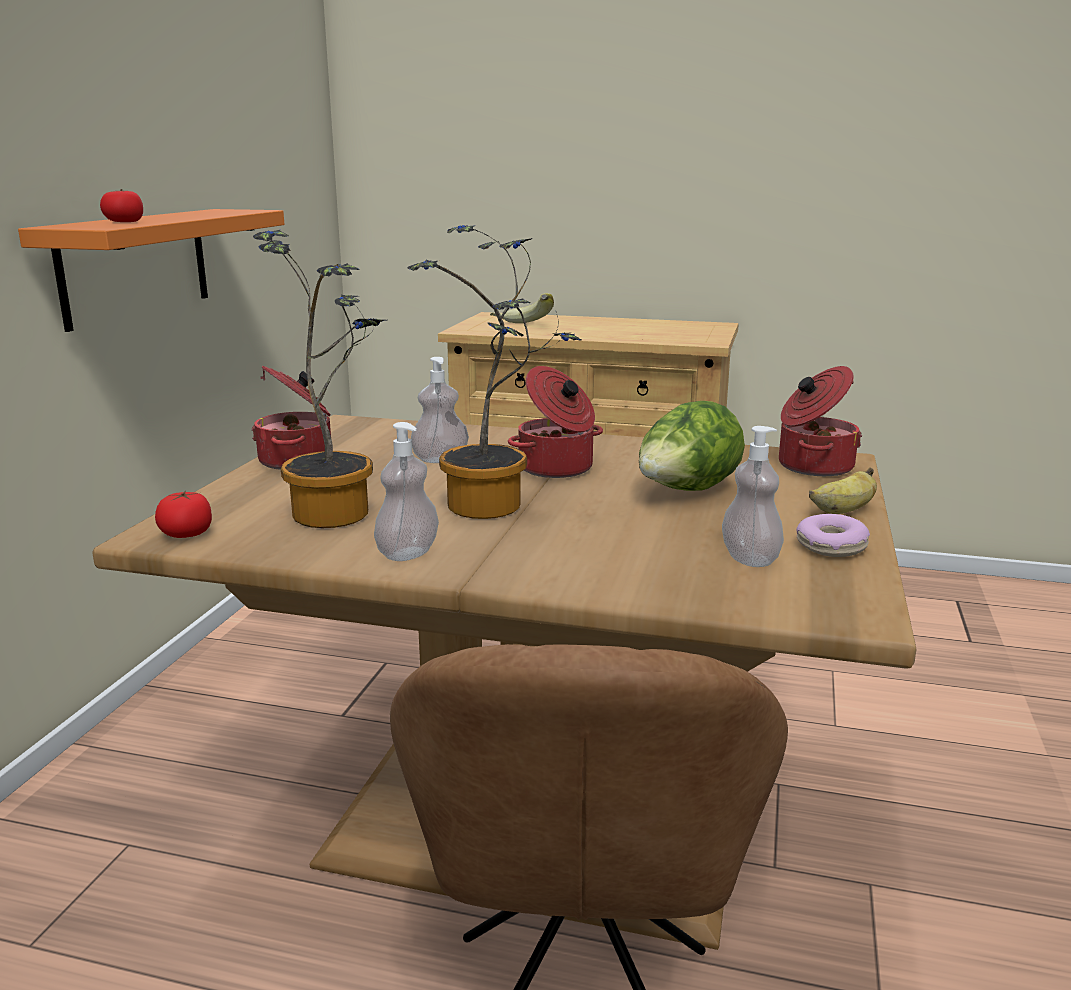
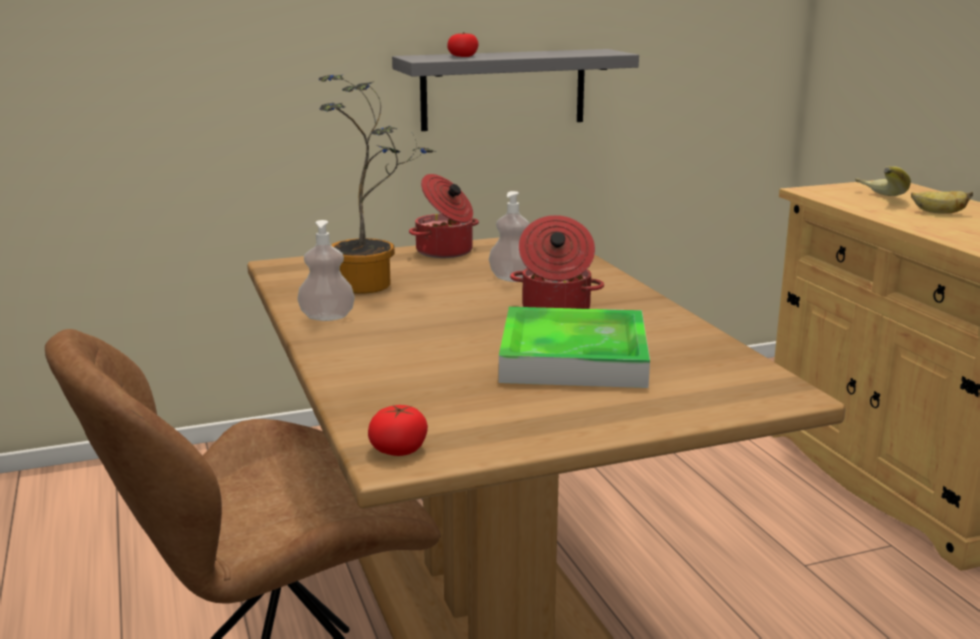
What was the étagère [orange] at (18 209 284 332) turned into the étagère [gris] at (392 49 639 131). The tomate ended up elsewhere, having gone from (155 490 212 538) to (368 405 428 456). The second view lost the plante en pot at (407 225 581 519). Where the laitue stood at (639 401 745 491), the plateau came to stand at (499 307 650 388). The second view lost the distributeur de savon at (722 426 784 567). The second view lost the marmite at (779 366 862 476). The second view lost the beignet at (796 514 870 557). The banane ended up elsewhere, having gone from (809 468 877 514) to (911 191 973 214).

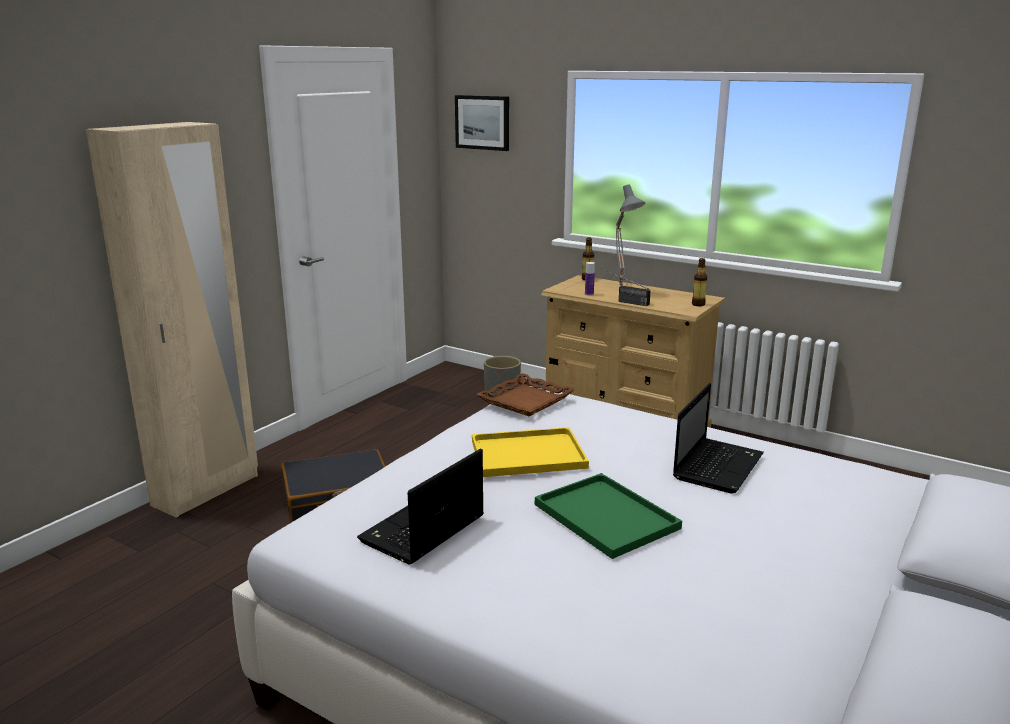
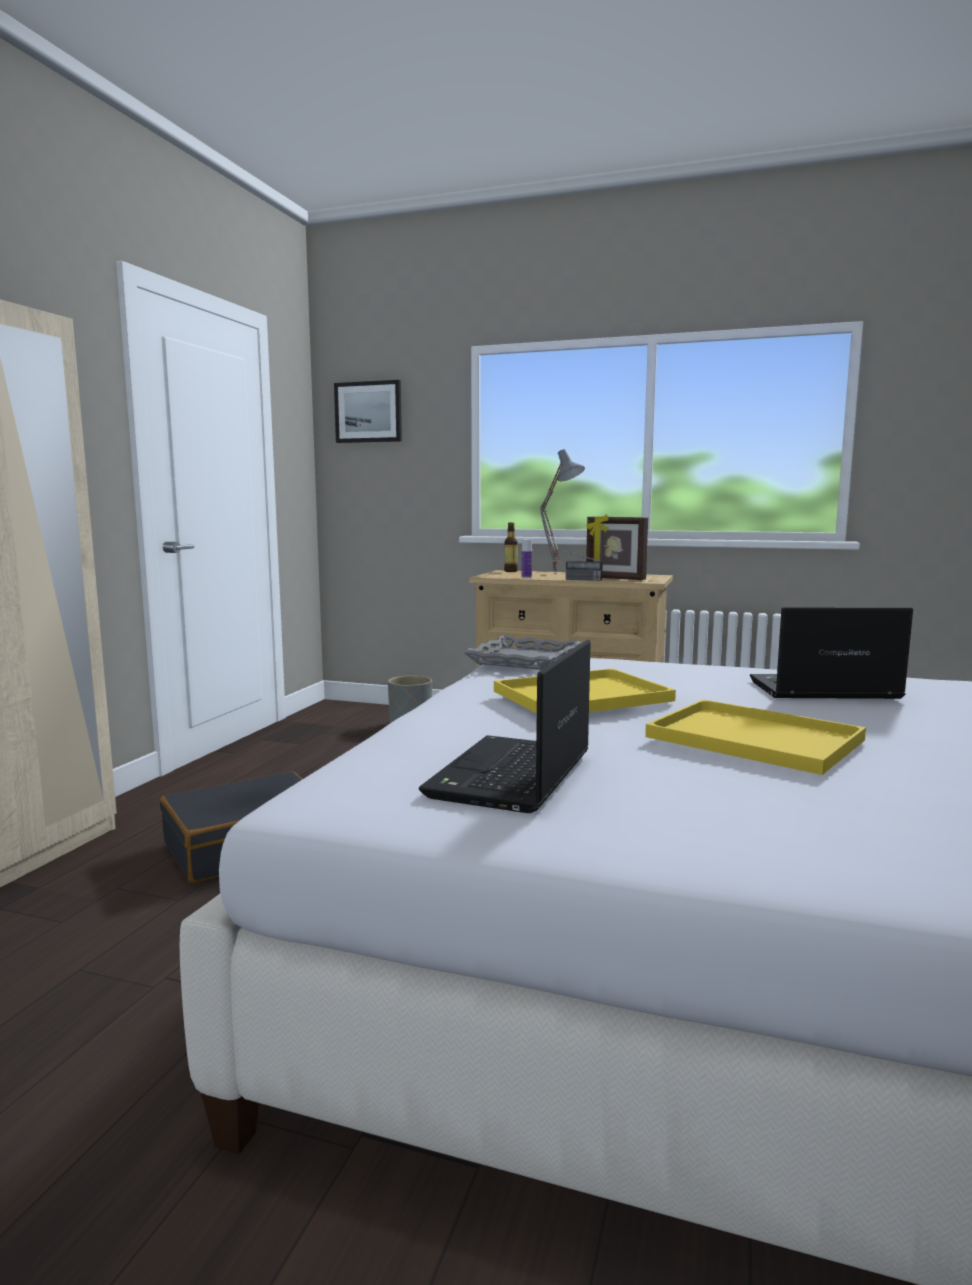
What was the plateau [marron] at (476 373 575 417) turned into the plateau [gris] at (463 635 582 670). What was the plateau [vert] at (535 473 682 559) turned into the plateau [jaune] at (645 699 866 775). The ordinateur portable at (673 383 764 494) ended up facing another way, 105 degrees counterclockwise from before. The second view lost the bouteille at (692 258 707 306). The second view gained the cadre photo at (586 514 648 580).

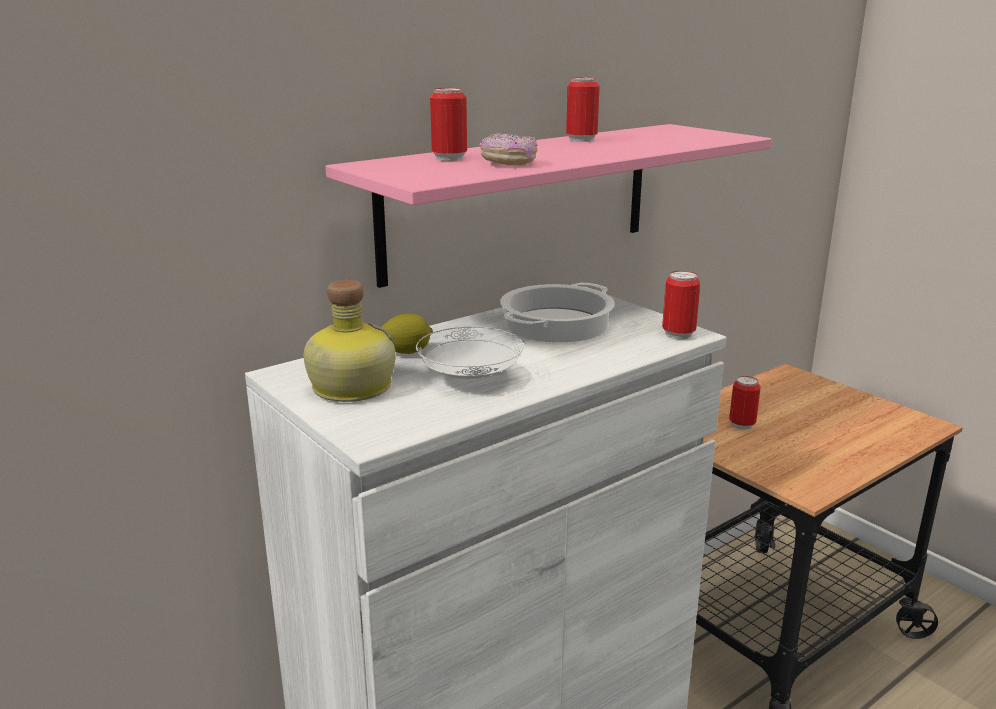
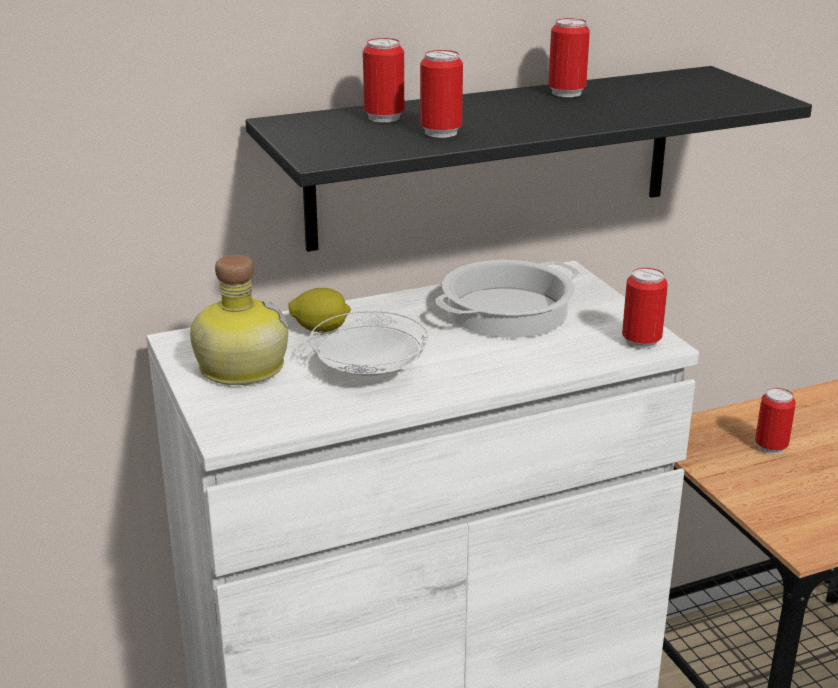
What was the étagère [rose] at (325 124 772 288) turned into the étagère [noir] at (246 66 812 252). Where the beignet stood at (480 133 538 165), the boîte métallique came to stand at (420 50 463 138).

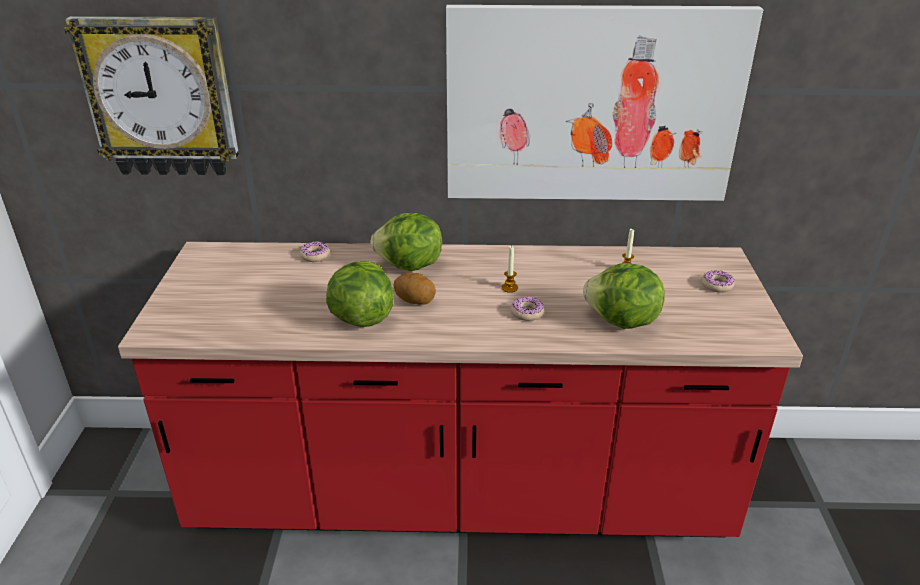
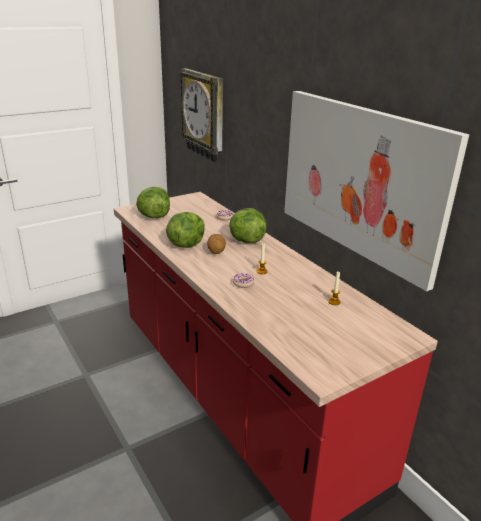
The laitue ended up elsewhere, having gone from (583 263 665 329) to (136 187 170 218). The second view lost the beignet at (701 270 734 293).

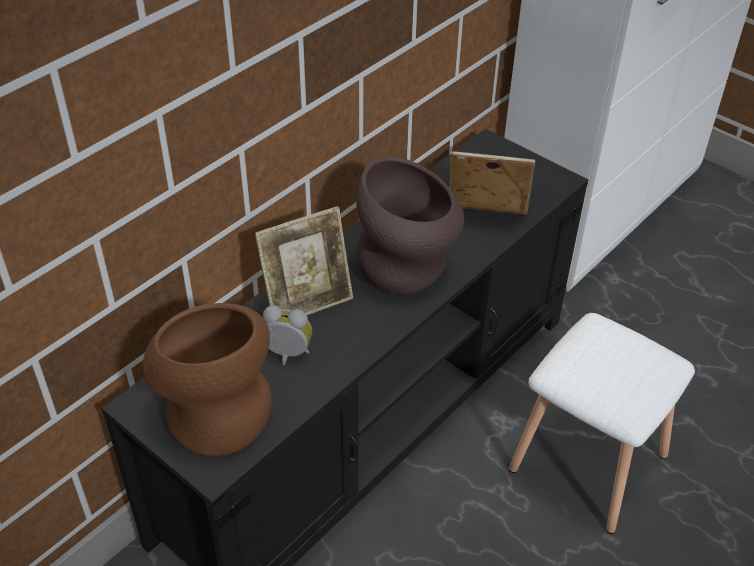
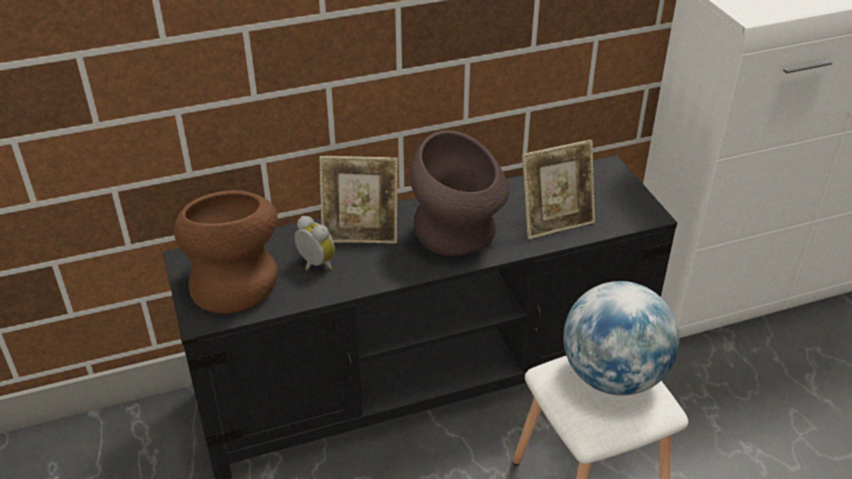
The cadre photo at (450 151 535 215) ended up facing another way, 120 degrees clockwise from before. The second view gained the globe at (563 281 679 395).

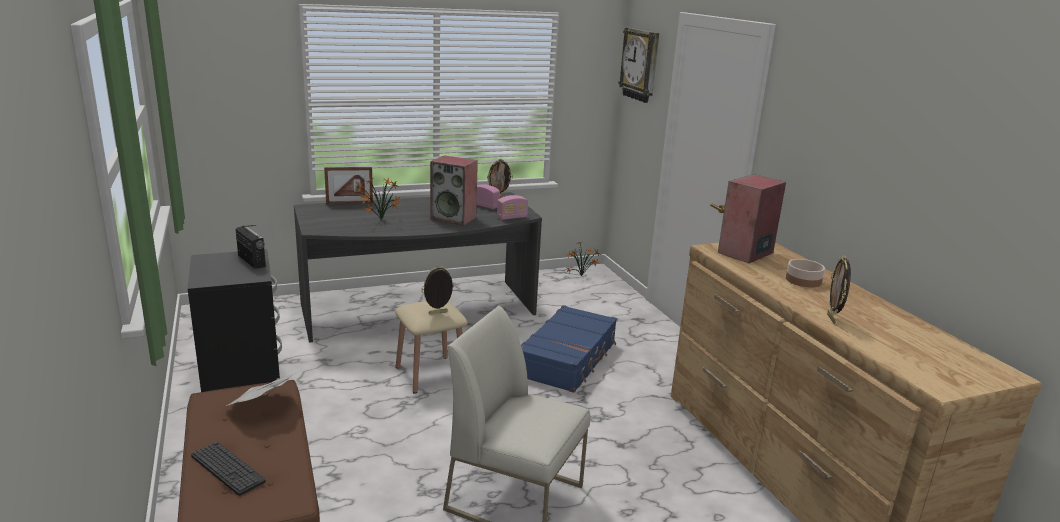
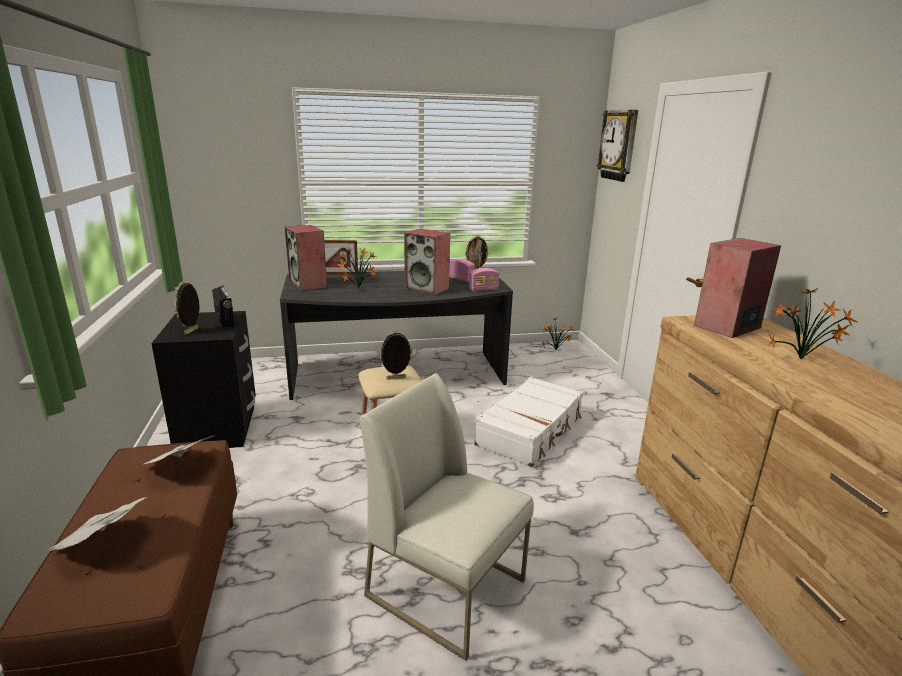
Where the clavier stood at (191 442 266 496), the journal came to stand at (49 497 147 551). What was the valise [bleu] at (521 305 617 393) turned into the valise [blanc] at (474 376 583 467). Where the bol stood at (786 259 825 288), the plante en pot came to stand at (769 288 858 359). The cadre photo ended up elsewhere, having gone from (827 255 851 324) to (174 281 200 335). The second view gained the enceinte at (285 225 327 291).

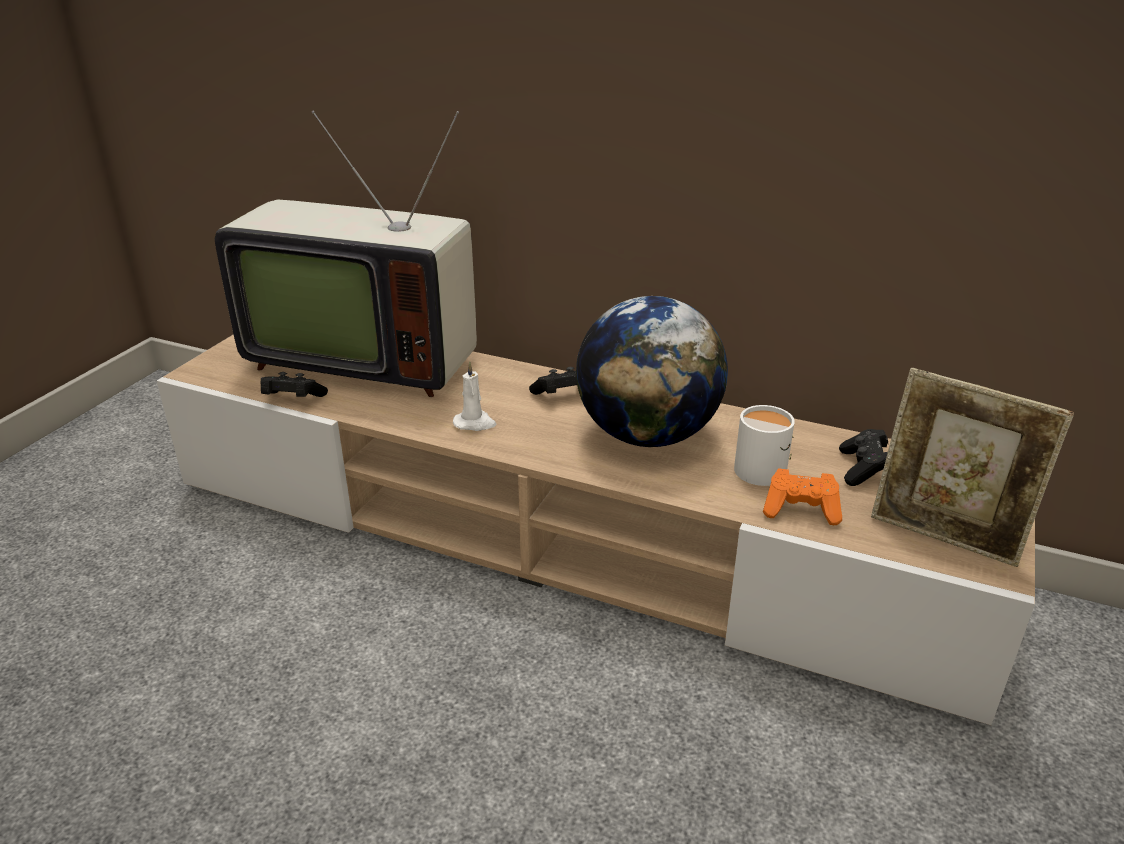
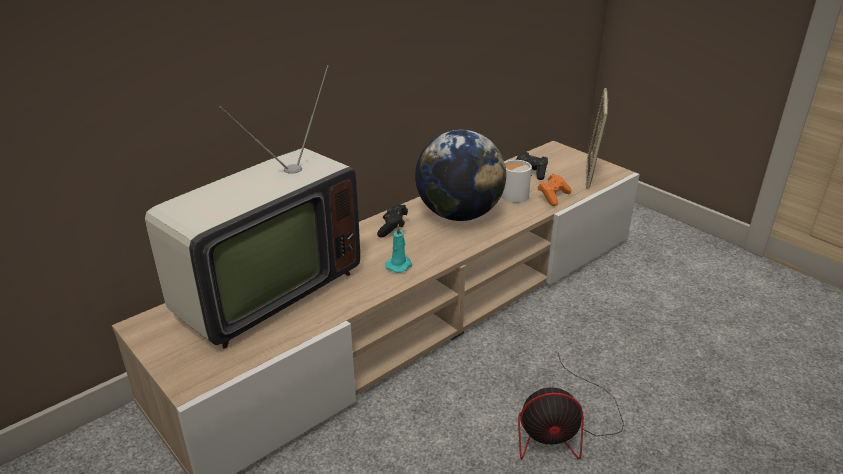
The second view lost the manette [noir] at (261 372 328 397). What was the bougie [blanc] at (453 361 496 431) turned into the bougie [turquoise] at (385 224 412 273). The cadre photo at (871 368 1074 567) ended up facing another way, 135 degrees clockwise from before. The second view gained the ventilateur at (518 354 624 459).

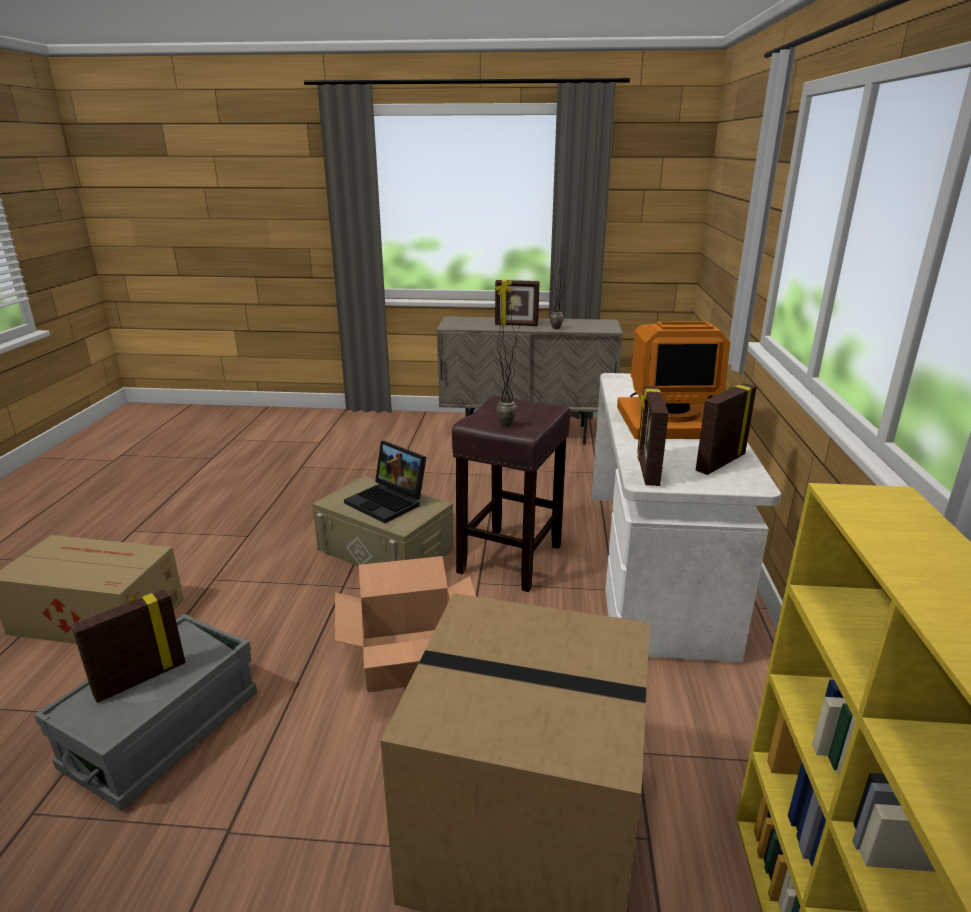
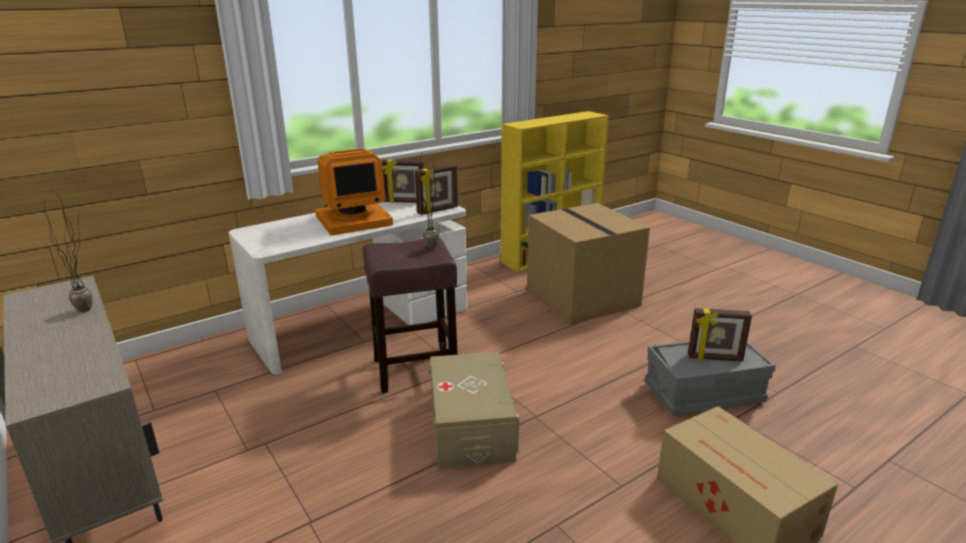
The second view lost the carton at (335 556 476 692). The second view lost the ordinateur portable at (344 441 426 523). The second view lost the cadre photo at (495 280 540 326). The écran d'ordinateur at (617 321 730 439) ended up facing another way, 105 degrees clockwise from before.

